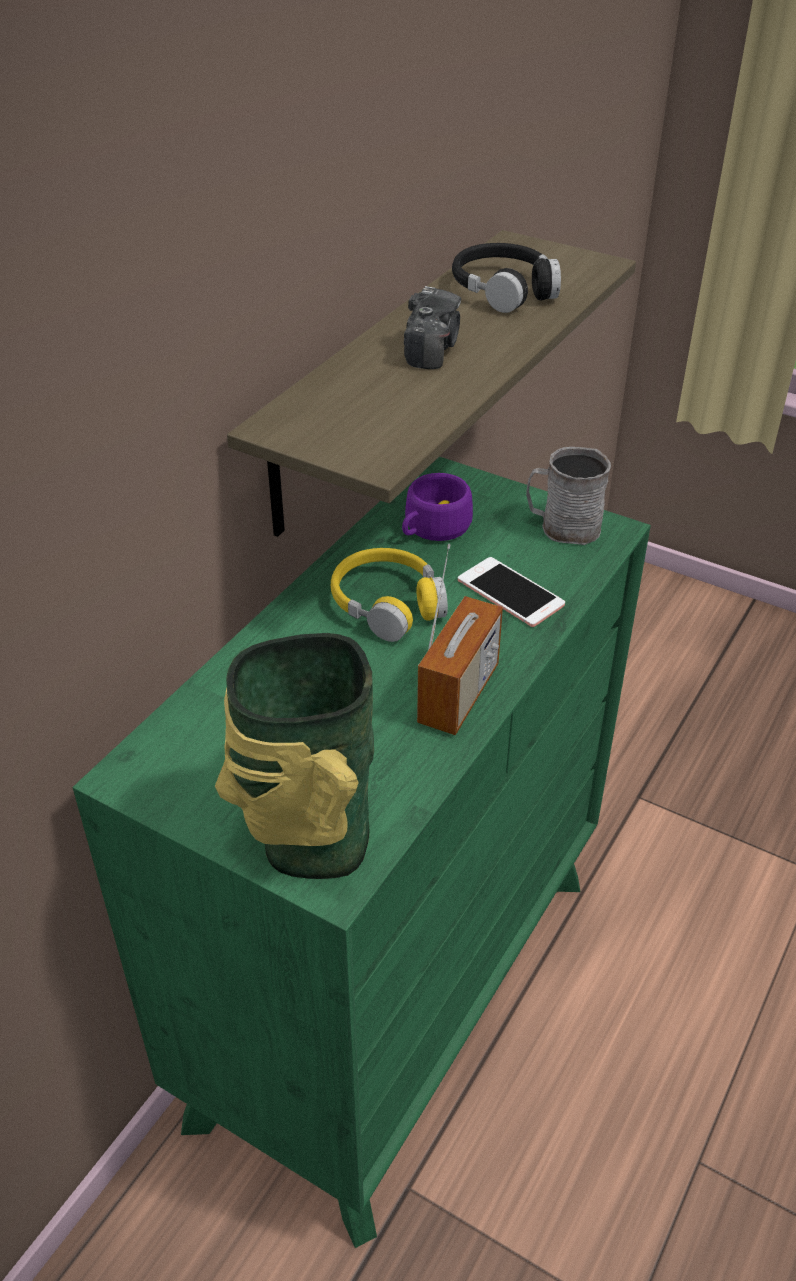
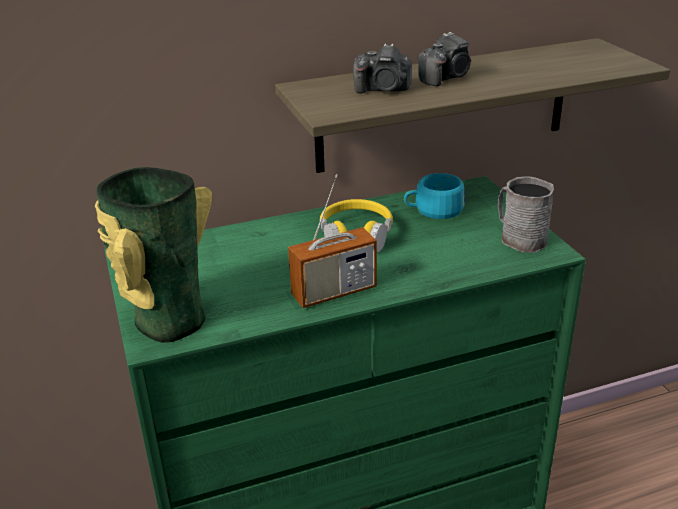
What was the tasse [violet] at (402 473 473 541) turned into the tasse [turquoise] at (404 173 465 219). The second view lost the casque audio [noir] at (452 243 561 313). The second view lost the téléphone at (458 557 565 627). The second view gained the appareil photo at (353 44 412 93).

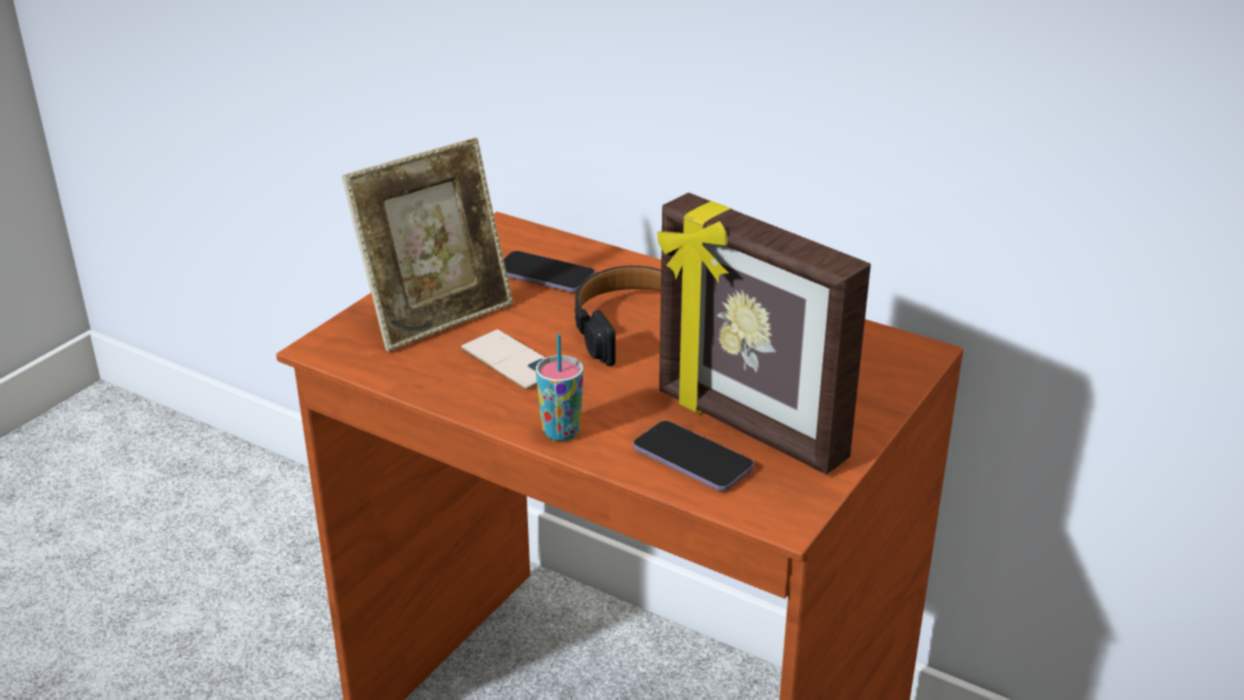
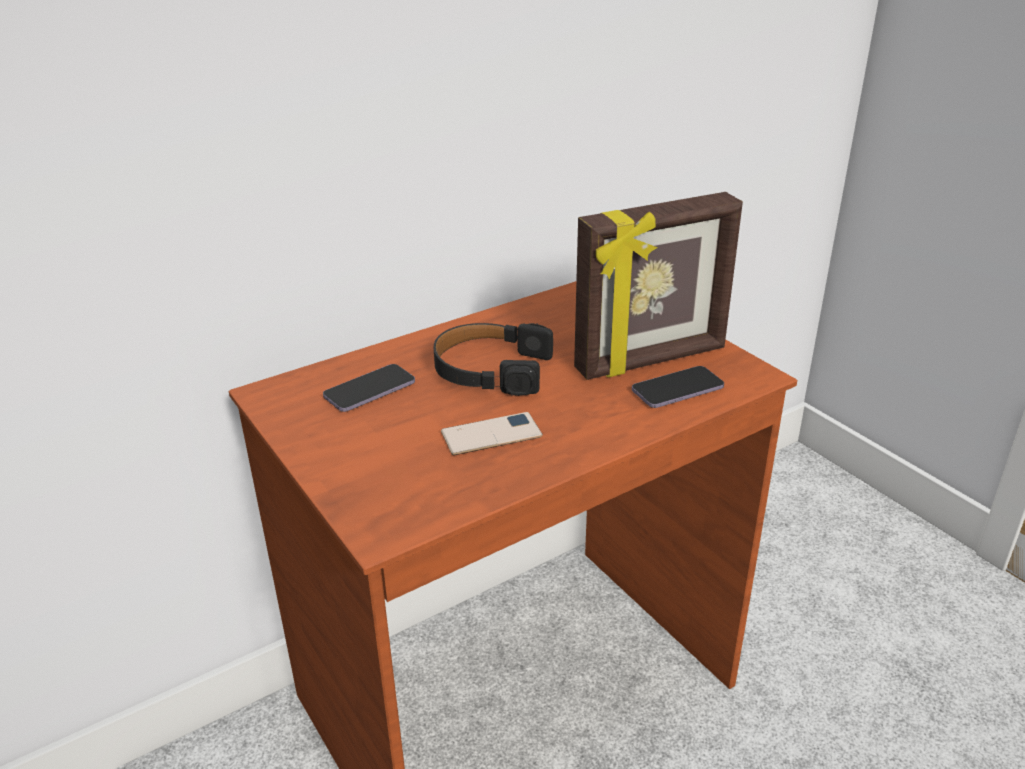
The second view lost the cadre photo at (342 138 513 352). The second view lost the tasse at (536 334 583 441).

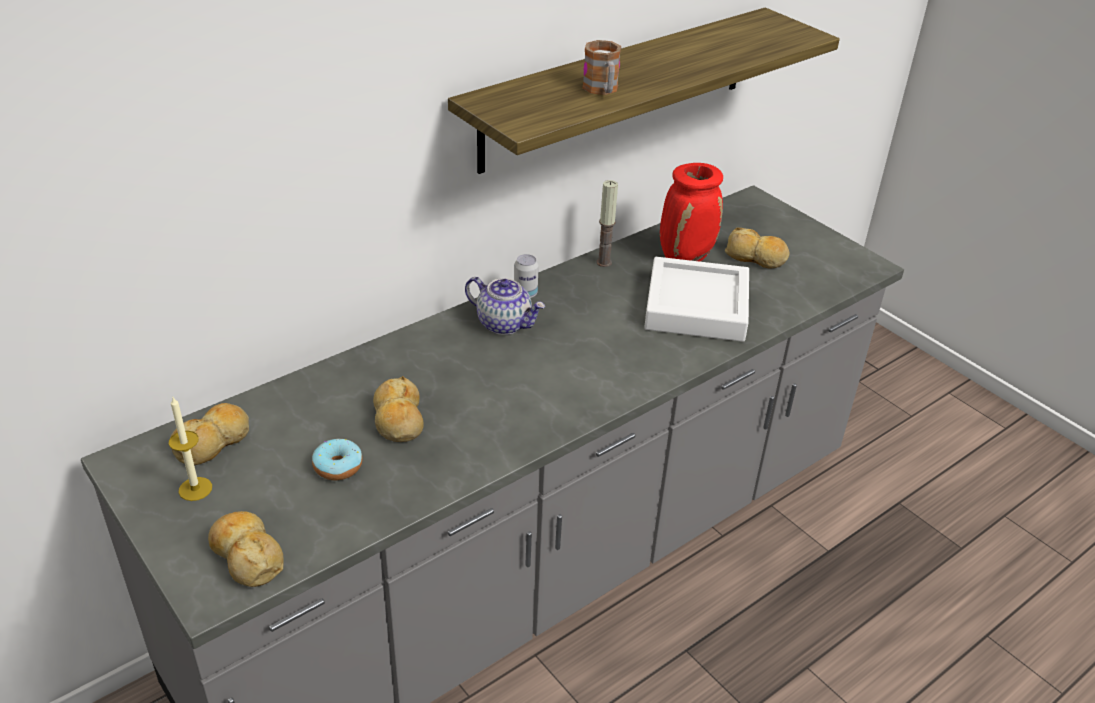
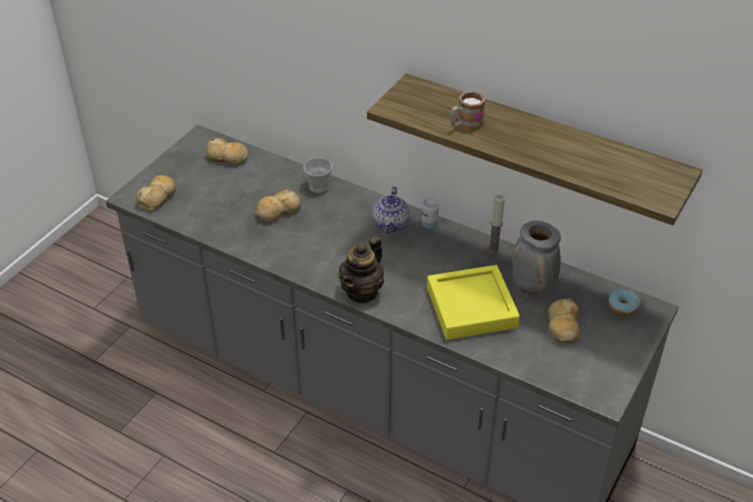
The second view lost the bougie at (169 397 212 501). The beignet ended up elsewhere, having gone from (312 438 363 480) to (608 290 640 316). What was the plateau [blanc] at (644 257 749 342) turned into the plateau [jaune] at (427 265 520 340). What was the vase [rouge] at (660 163 723 262) turned into the vase [gris] at (512 221 561 298). The second view gained the tasse at (303 158 333 193). The second view gained the théière at (339 236 384 304).

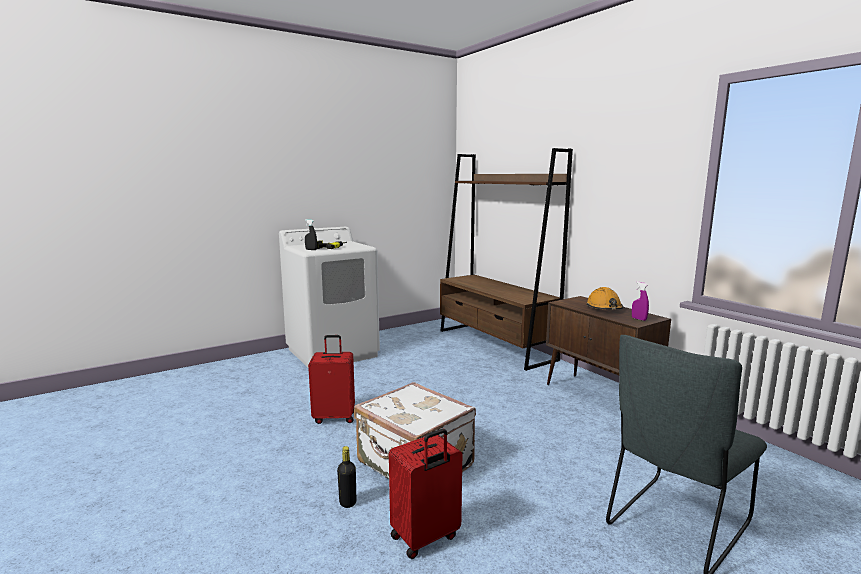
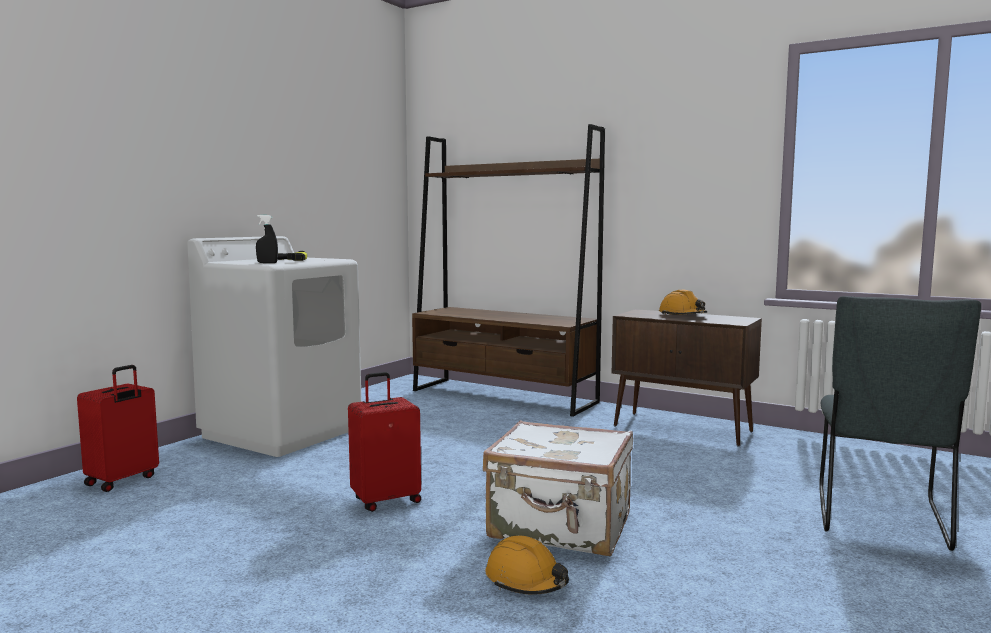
Where the bouteille [noir] stood at (337 446 356 508), the casque de chantier [orange] came to stand at (485 536 569 595). The valise [rouge] ended up elsewhere, having gone from (389 429 462 559) to (77 365 159 492). The second view lost the vaporisateur [violet] at (632 282 649 321).

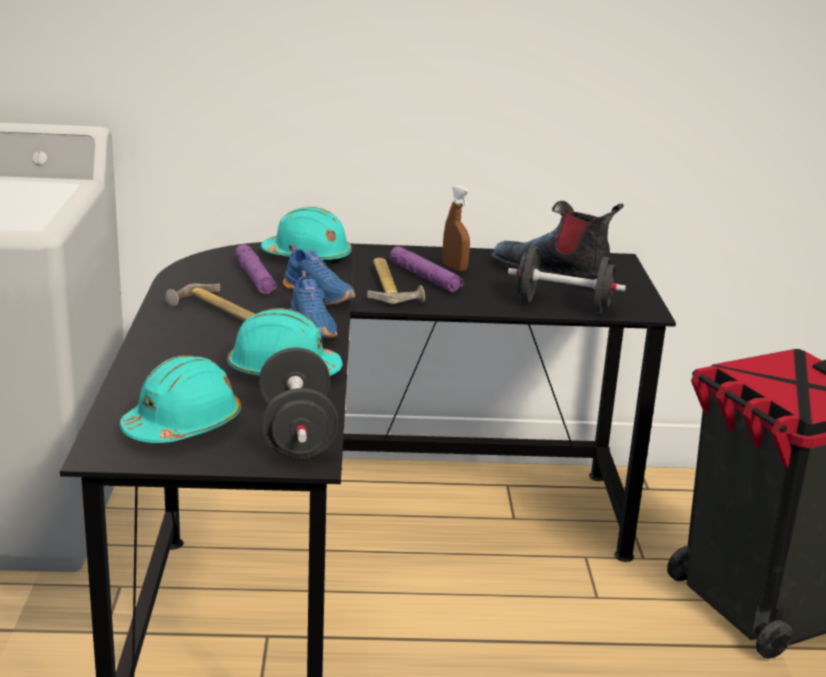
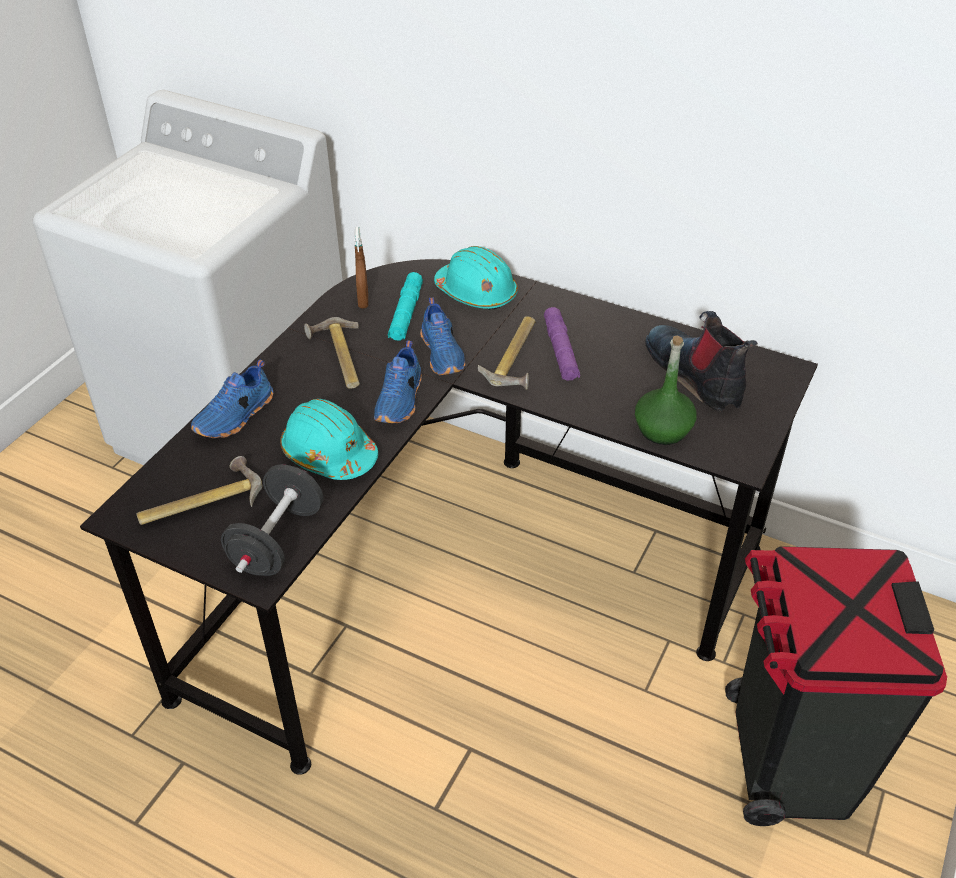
Where the casque de chantier [turquoise] stood at (120 356 241 443), the marteau came to stand at (136 456 263 525). What was the lampe de poche [violet] at (235 244 277 294) turned into the lampe de poche [turquoise] at (388 272 423 341). The vaporisateur [marron] ended up elsewhere, having gone from (443 185 470 272) to (354 227 368 308). Where the haltère [noir] stood at (508 246 626 313), the bouteille [vert] came to stand at (635 336 697 445). The second view gained the chaussure [bleu] at (191 359 273 438).

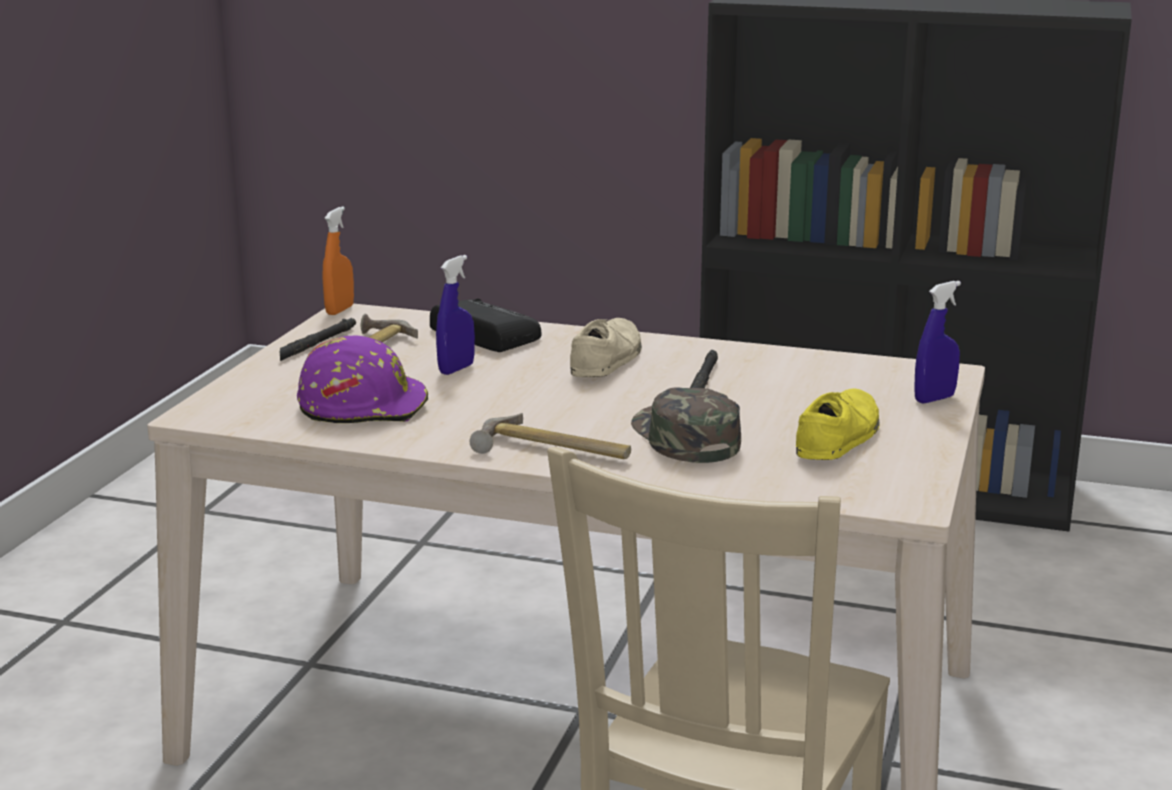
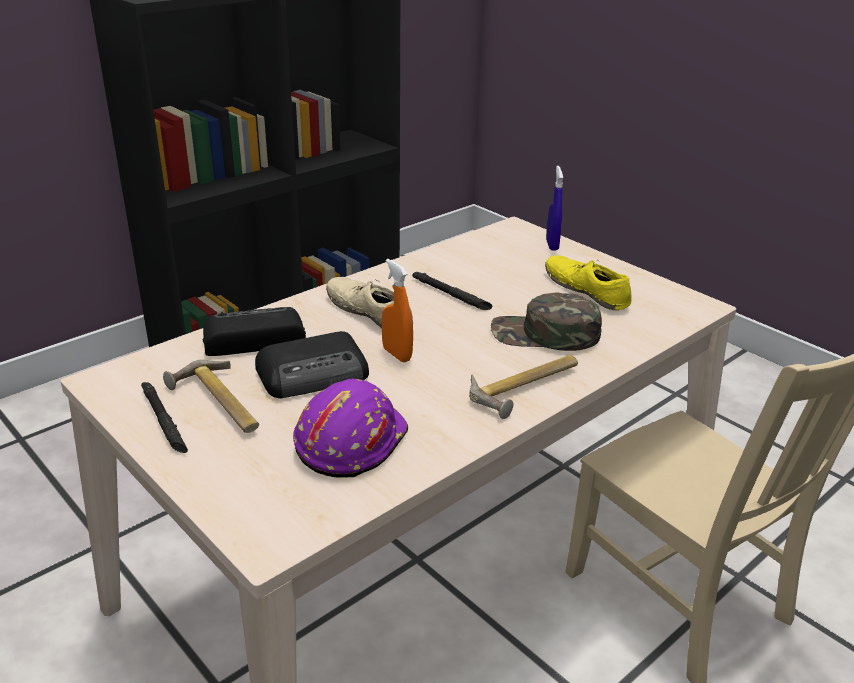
The vaporisateur [orange] ended up elsewhere, having gone from (322 206 354 315) to (381 259 413 362). Where the vaporisateur [bleu] stood at (436 255 475 375), the radio came to stand at (255 331 369 398).

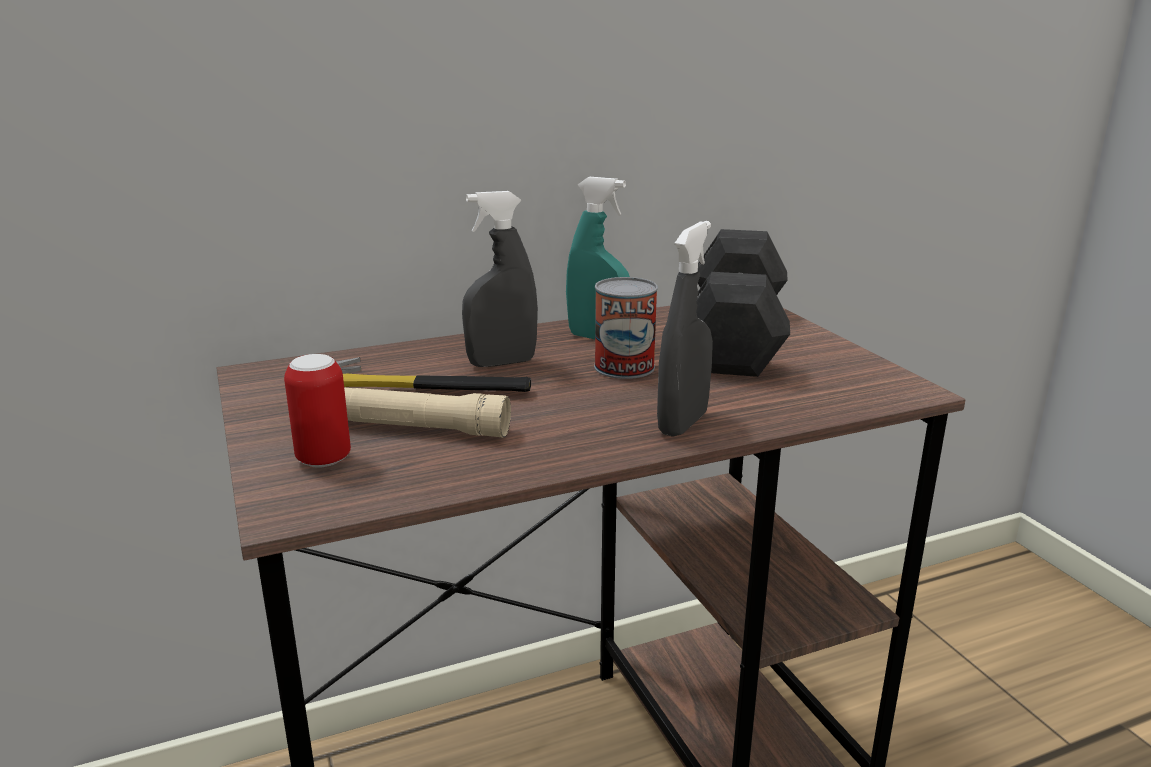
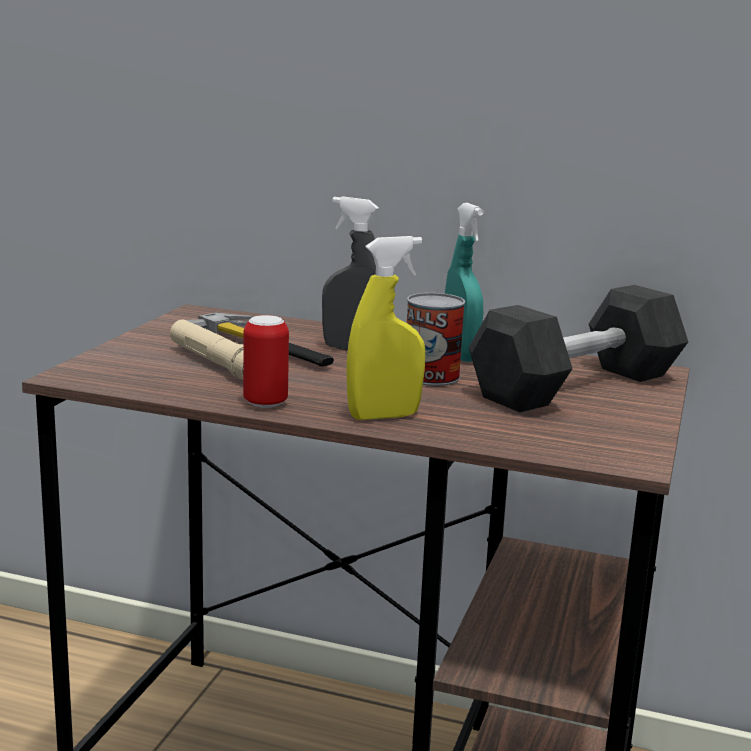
The boîte métallique ended up elsewhere, having gone from (284 354 351 468) to (243 315 289 408). What was the vaporisateur [gris] at (657 221 713 437) turned into the vaporisateur [jaune] at (346 236 425 420).

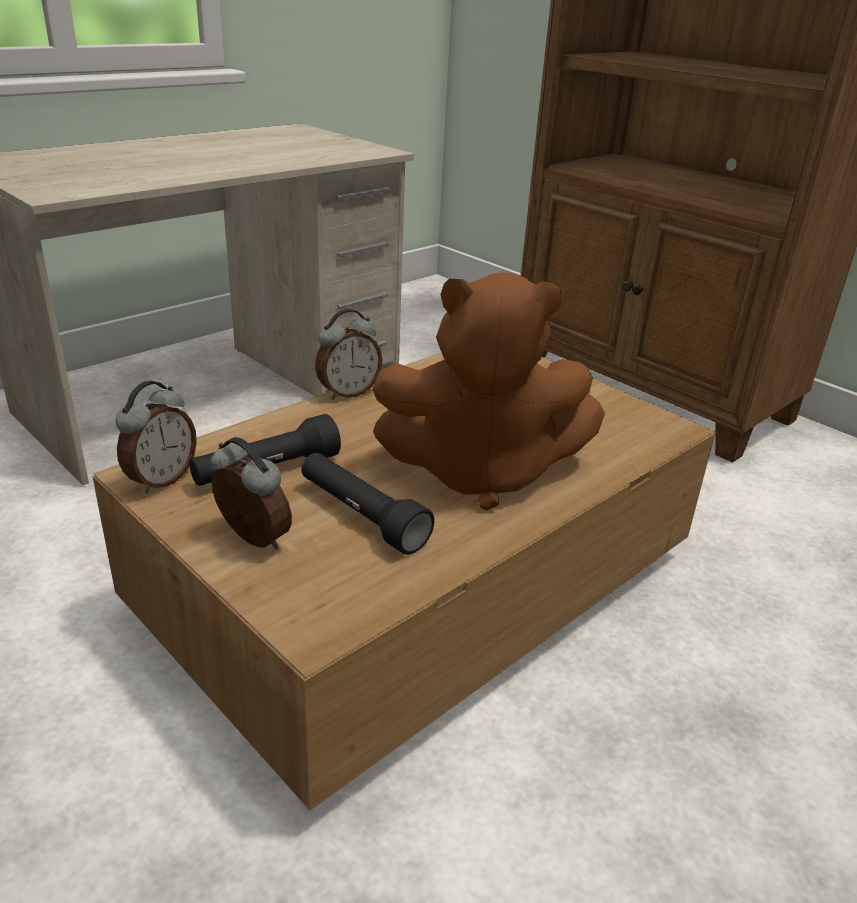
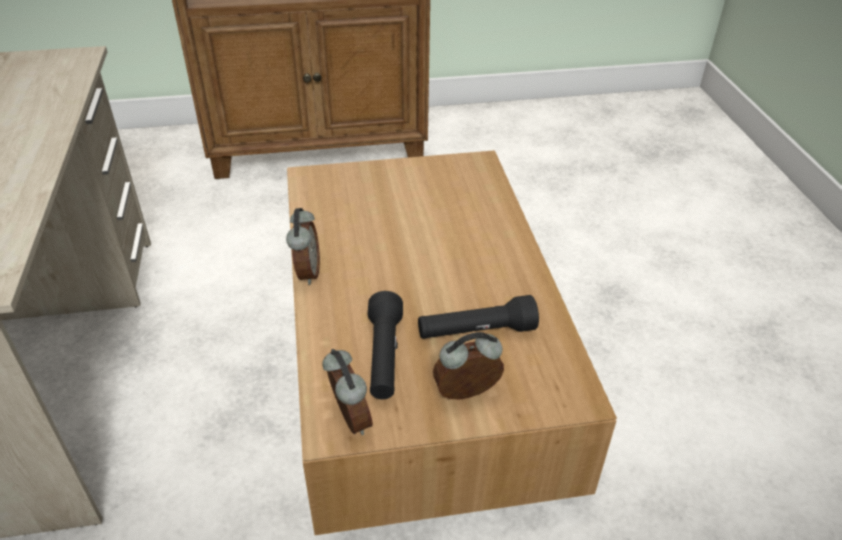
The second view lost the peluche [marron] at (372 273 605 511).

